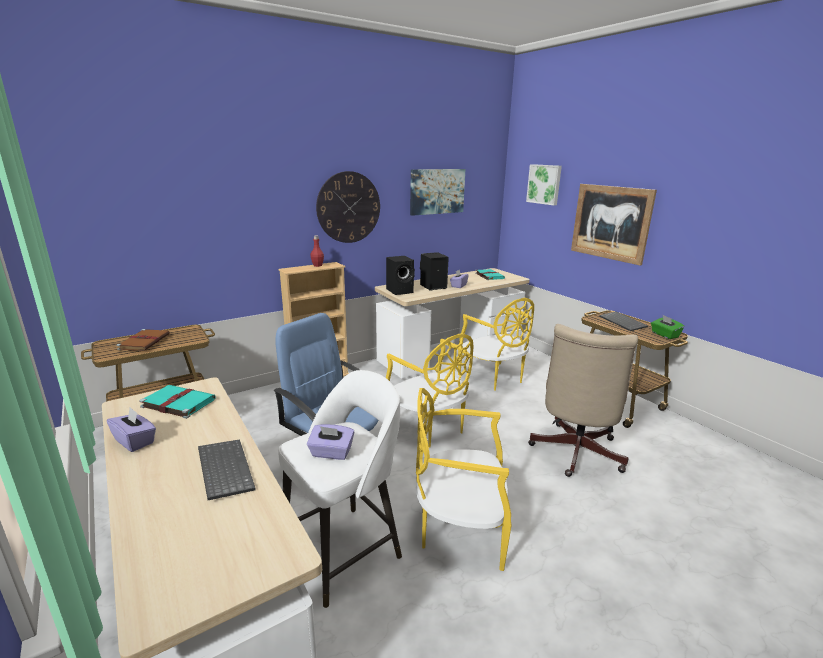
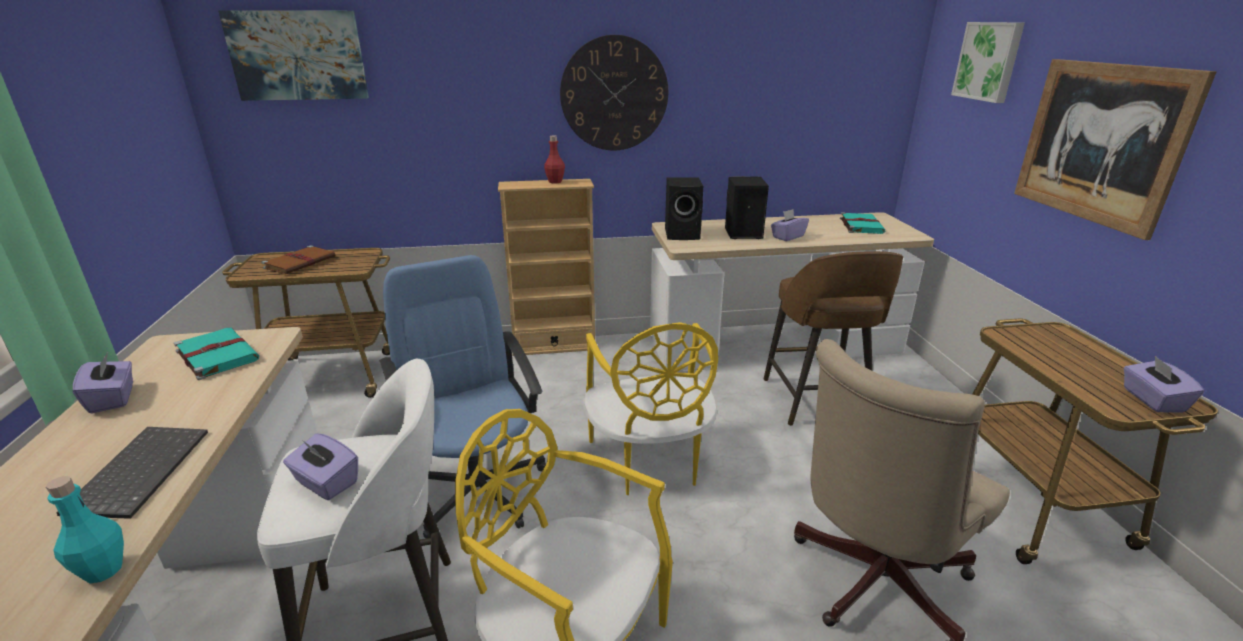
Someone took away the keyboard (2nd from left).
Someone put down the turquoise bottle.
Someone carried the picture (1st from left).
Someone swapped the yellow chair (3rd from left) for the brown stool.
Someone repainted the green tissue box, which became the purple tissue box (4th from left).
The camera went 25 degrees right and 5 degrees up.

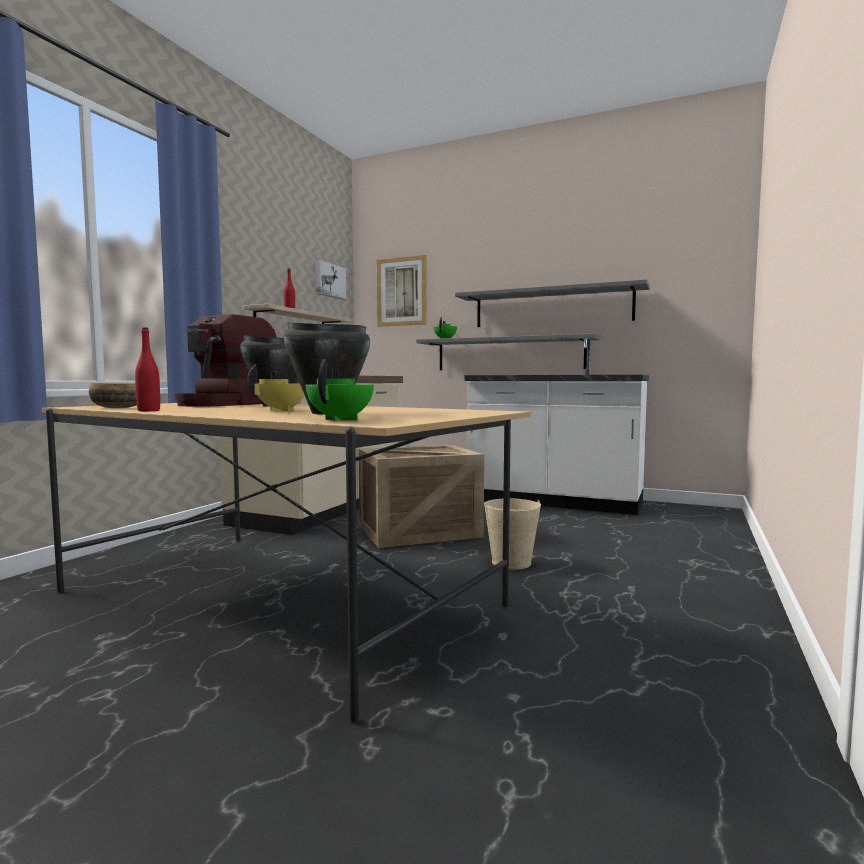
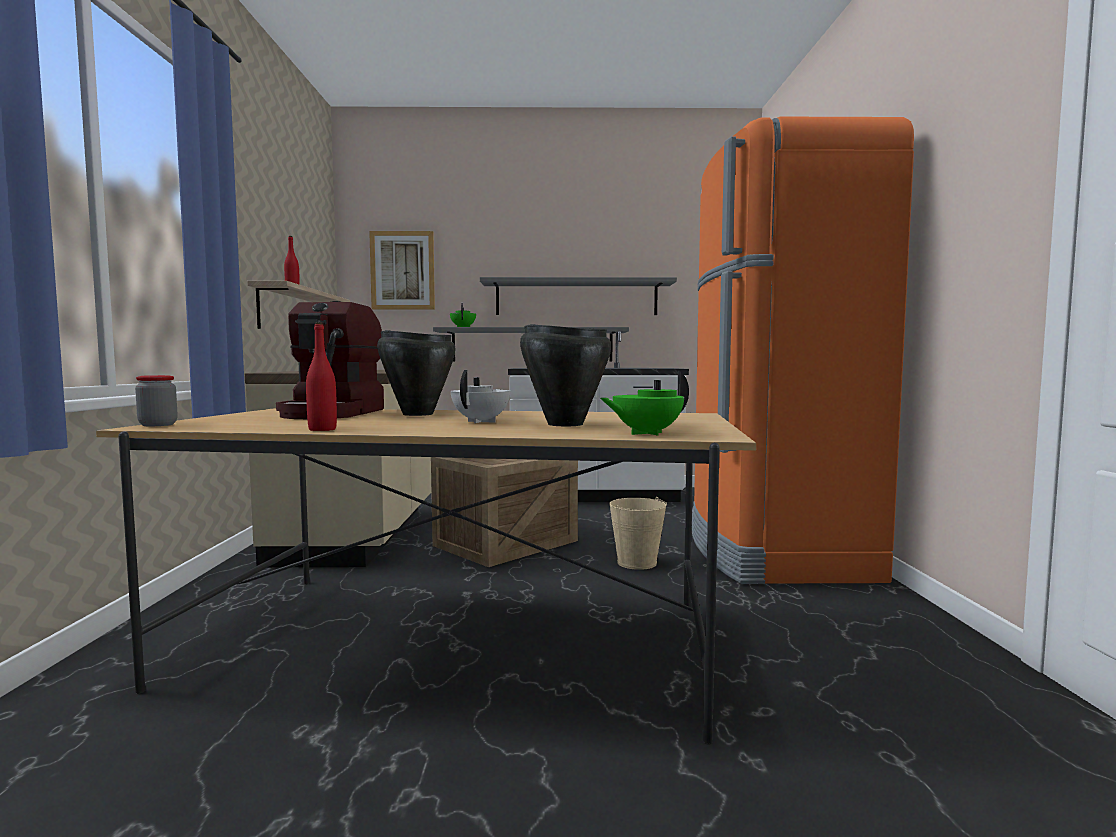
Someone took away the bowl.
Someone took away the picture (1st from left).
Someone put down the jar.
Someone put down the orange fridge.
Someone repainted the yellow teapot, which became the white teapot.
Someone rotated the green teapot (1st from left in the first image) by 105 degrees counterclockwise.
The camera went 25 degrees left and 0 degrees up.

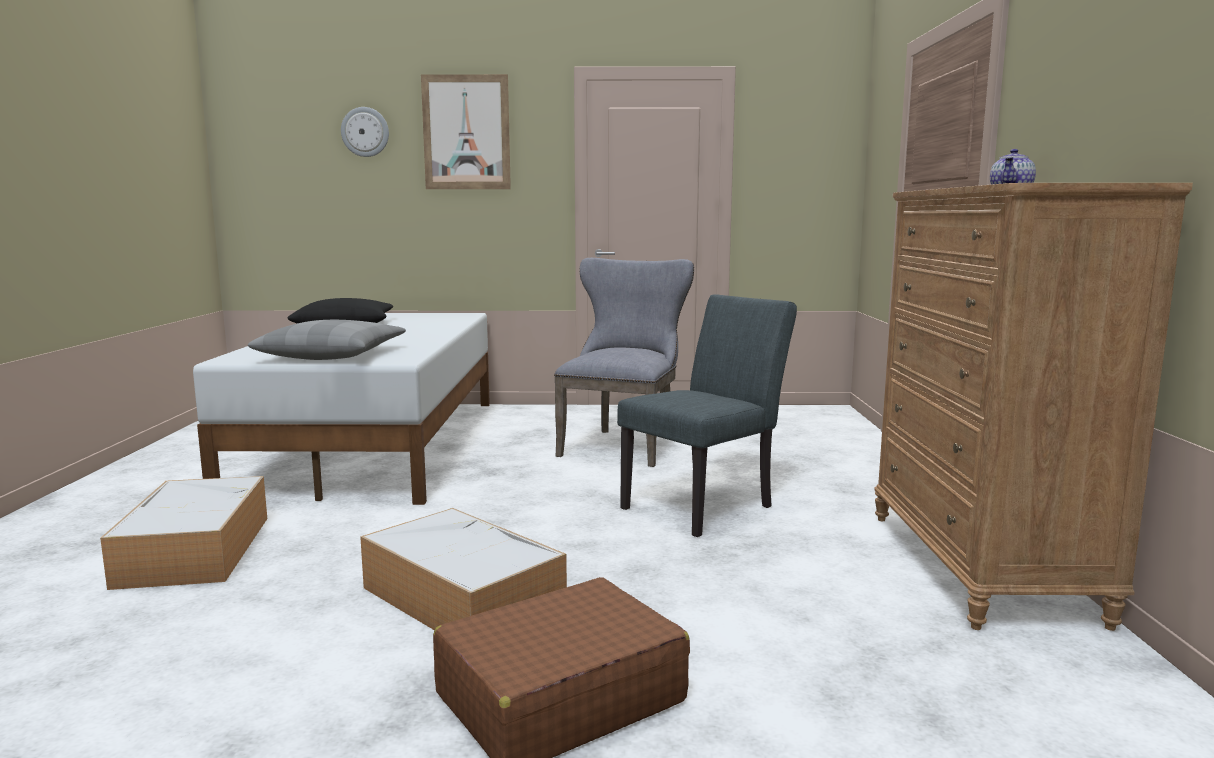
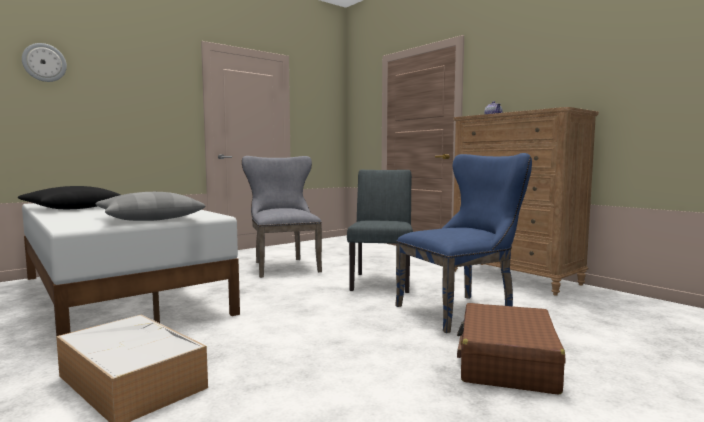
Someone took away the storage box (2nd from left).
Someone took away the picture.
Someone put down the blue chair.
The camera went 40 degrees left and 5 degrees down.

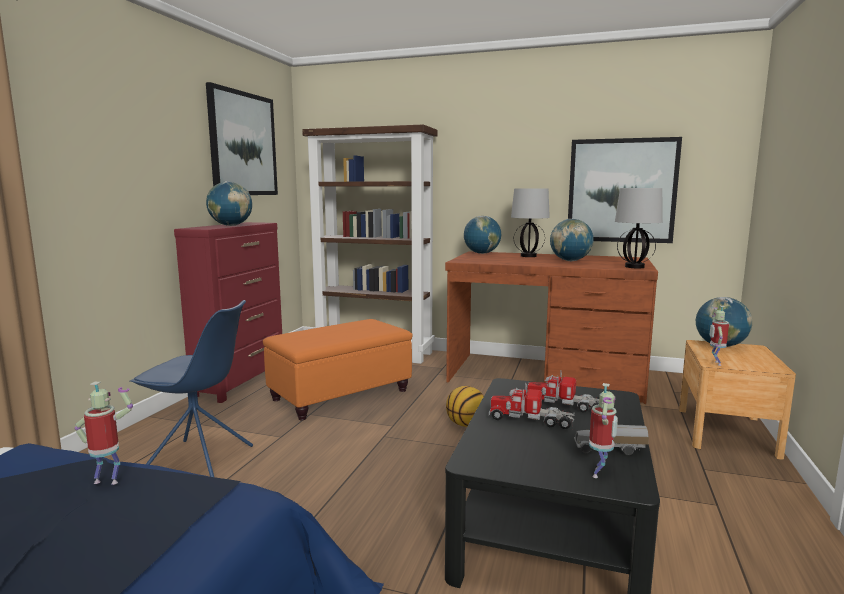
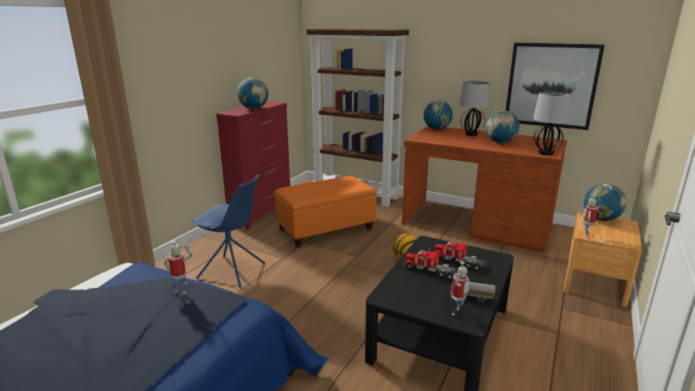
Someone took away the picture (1st from left).
The camera went 10 degrees right and 10 degrees up.

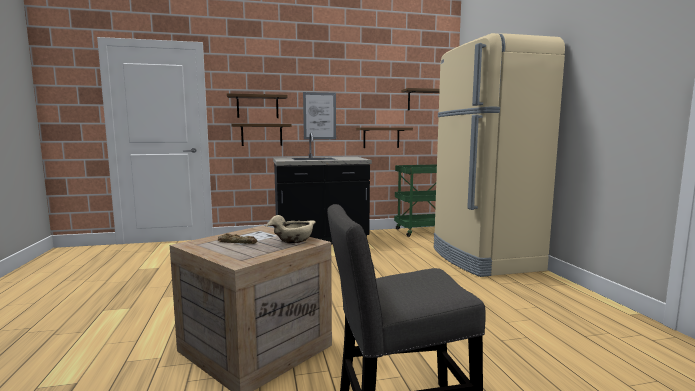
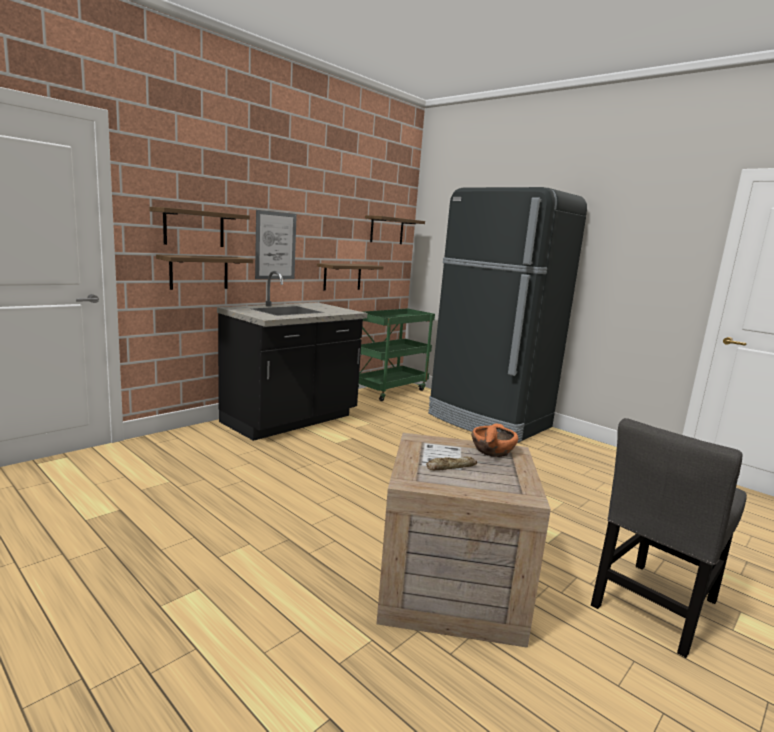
Someone repainted the beige bowl, which became the orange bowl.
Someone repainted the beige fridge, which became the black fridge.
The camera went 35 degrees left and 5 degrees up.

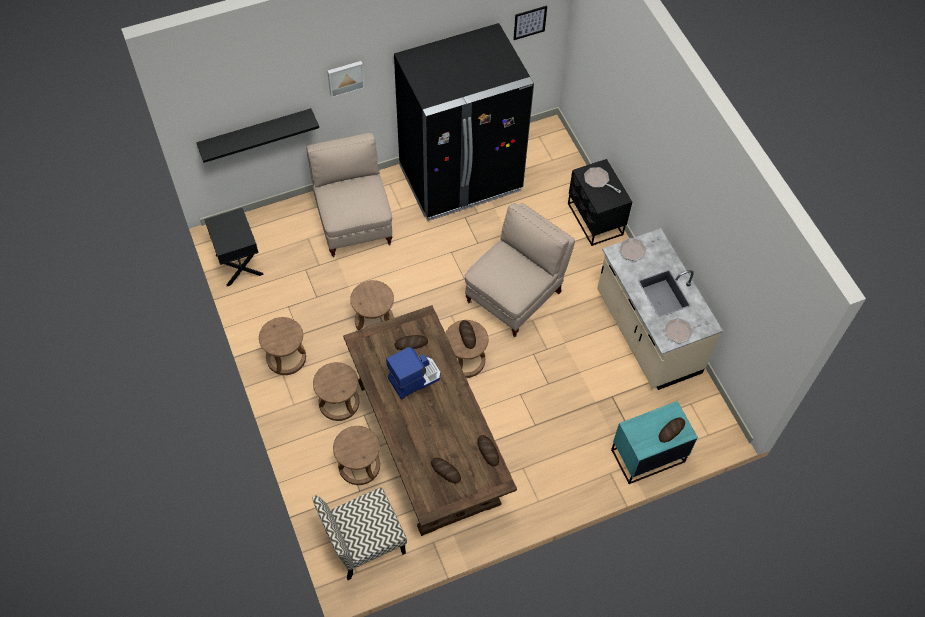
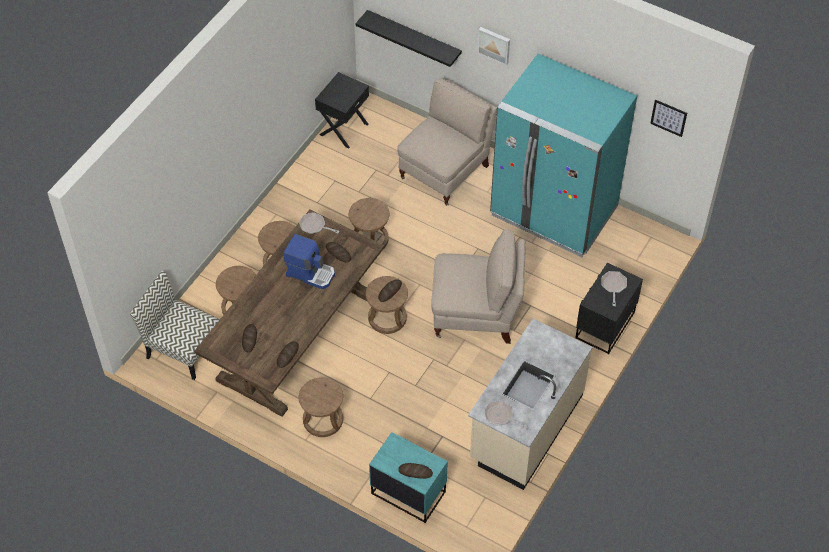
Someone carried the brown stool (1st from left in the first image).
Someone carried the frying pan (2nd from left in the first image).
Someone repainted the black fridge, which became the turquoise fridge.
The camera went 55 degrees right and 5 degrees down.

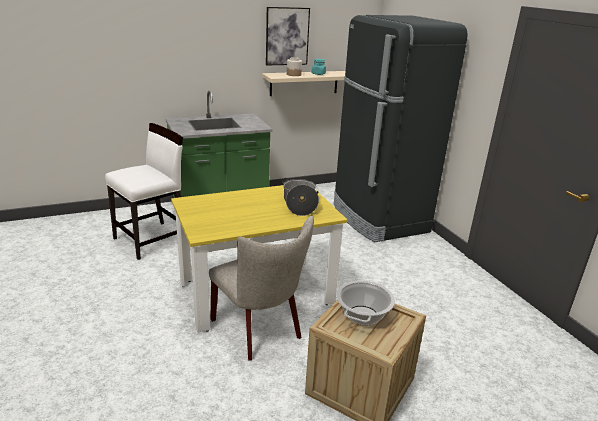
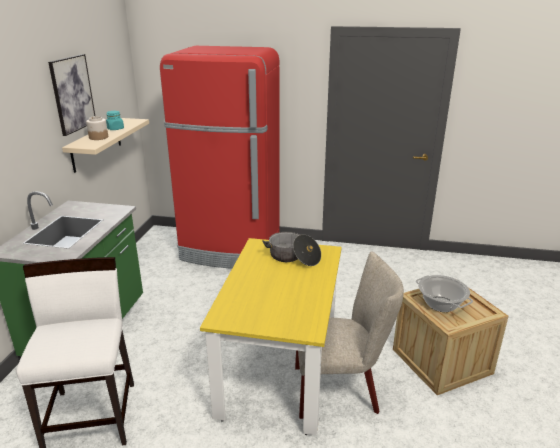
Someone repainted the black fridge, which became the red fridge.
The camera went 55 degrees left and 0 degrees up.

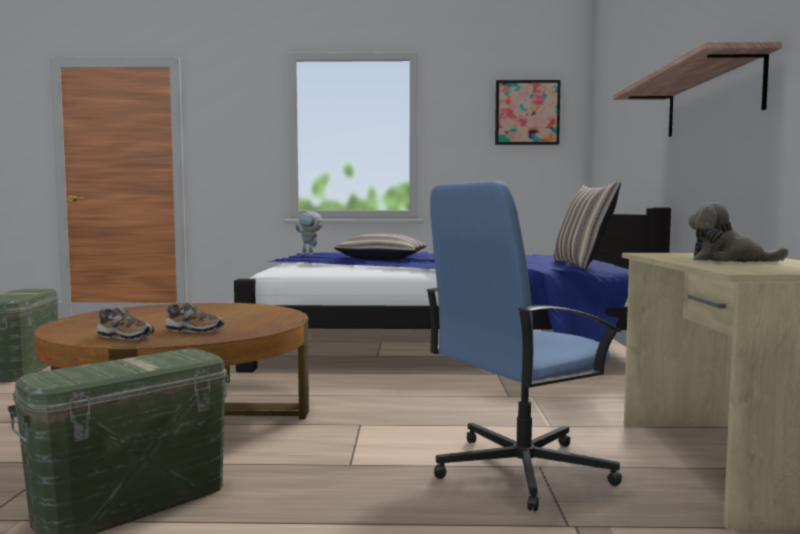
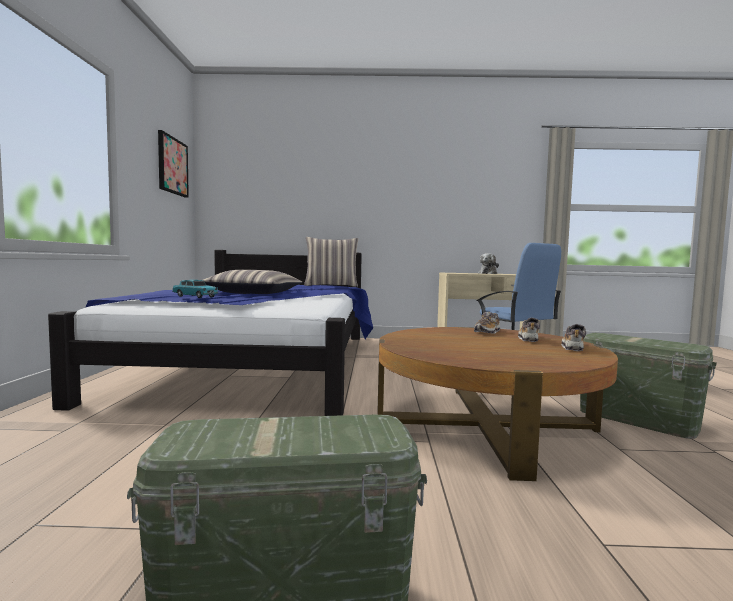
Someone took away the shelf.
Someone put down the shoe (1st from left).
Someone swapped the toy robot for the turquoise toy car.
The camera went 90 degrees left and 0 degrees up.

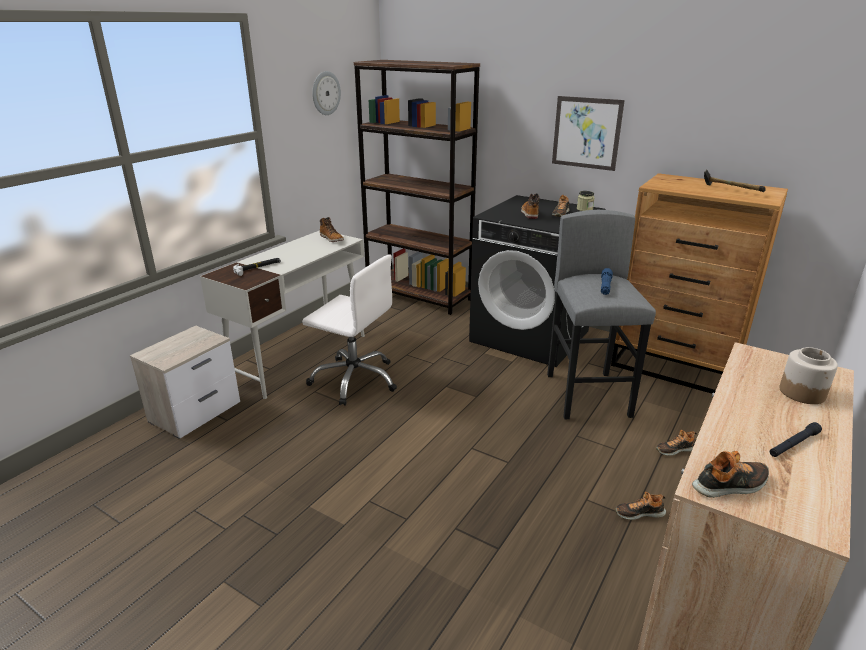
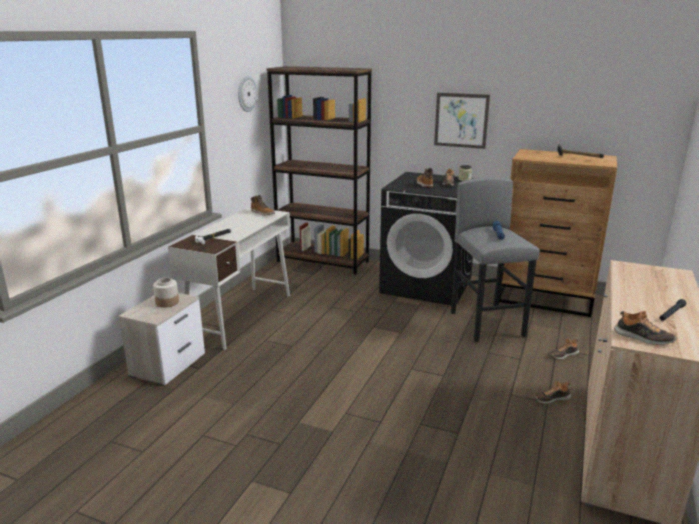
Someone took away the white office chair.
Someone carried the jar (2nd from left in the first image).
Someone rotated the shoe (4th from left) by 60 degrees clockwise.
The camera went 10 degrees left and 5 degrees down.

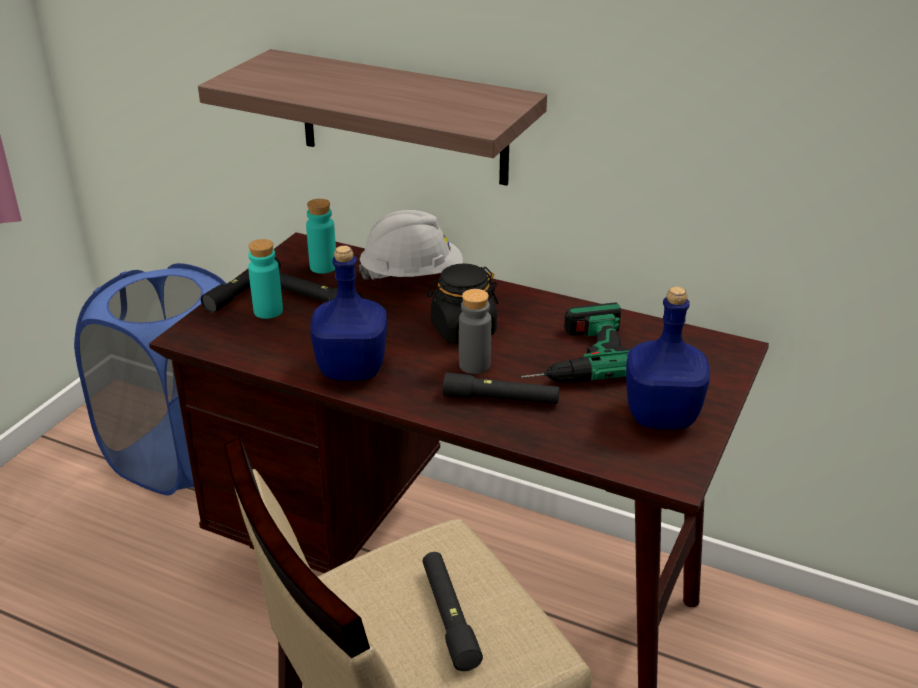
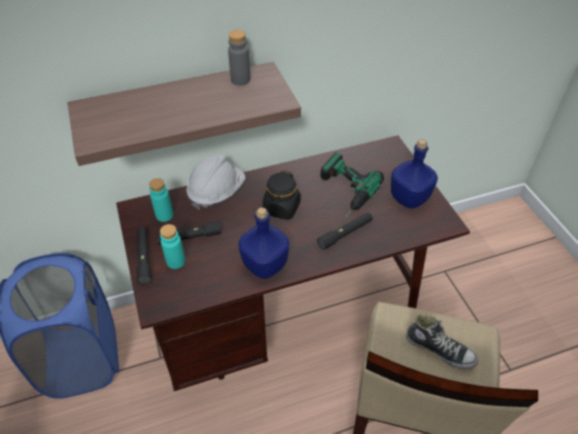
Someone carried the grey bottle.
Someone swapped the black flashlight (3rd from left) for the shoe.
The camera went 45 degrees left and 15 degrees up.

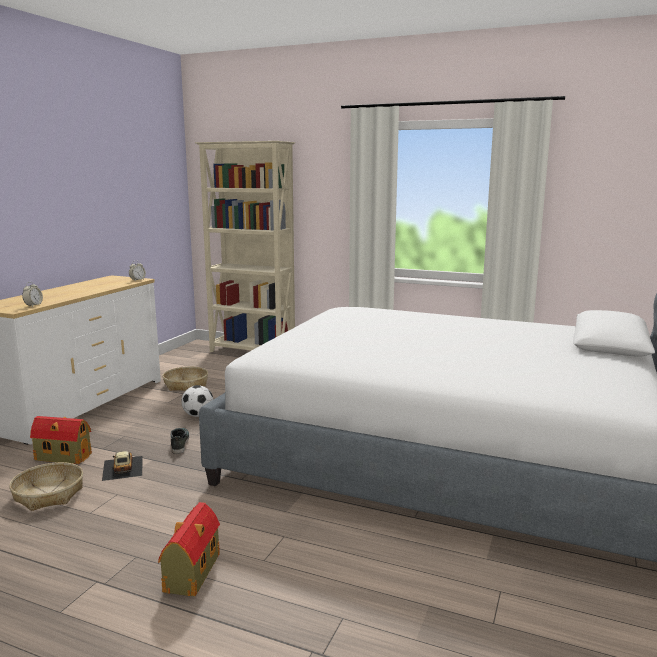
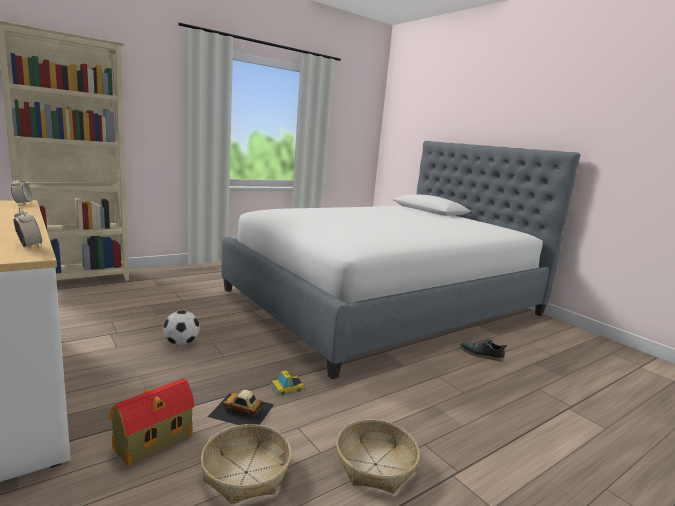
Someone took away the toy house (2nd from left).
Someone put down the toy car (2nd from left).
Someone carried the basket (2nd from left).
Someone carried the shoe.
The camera went 60 degrees left and 0 degrees up.

